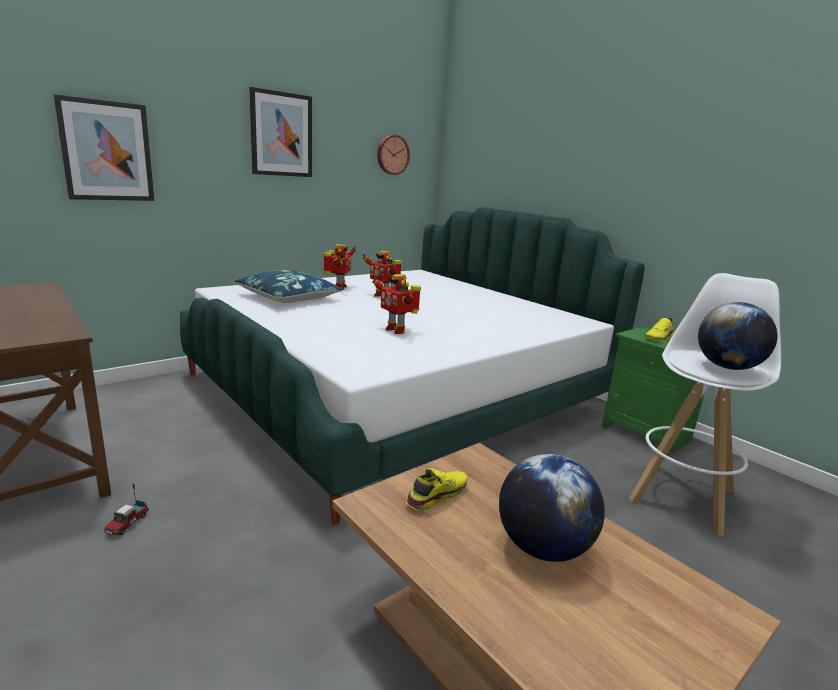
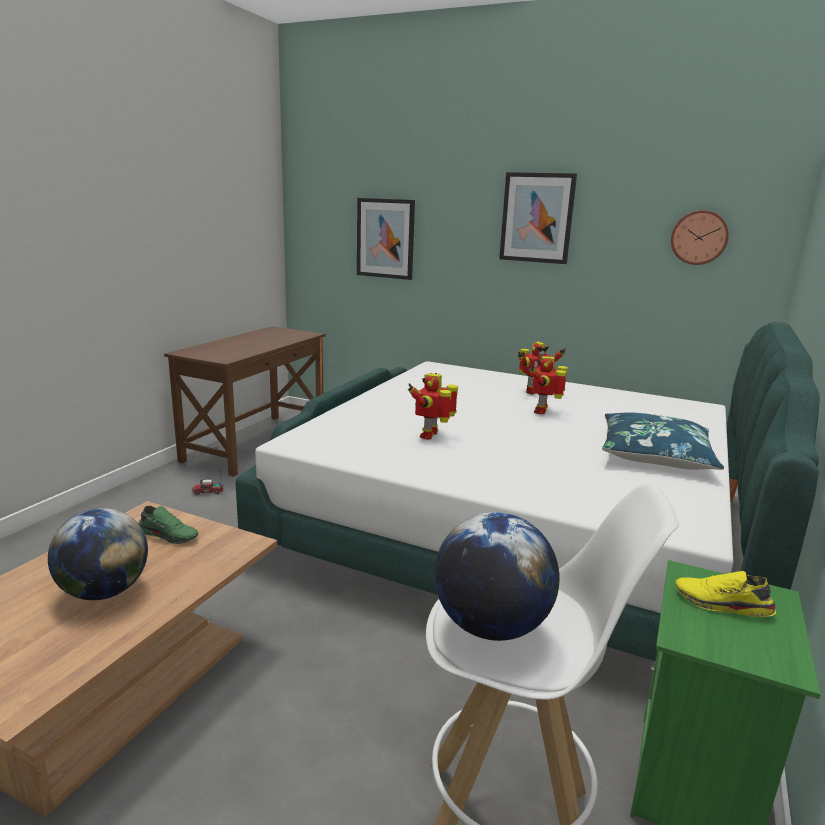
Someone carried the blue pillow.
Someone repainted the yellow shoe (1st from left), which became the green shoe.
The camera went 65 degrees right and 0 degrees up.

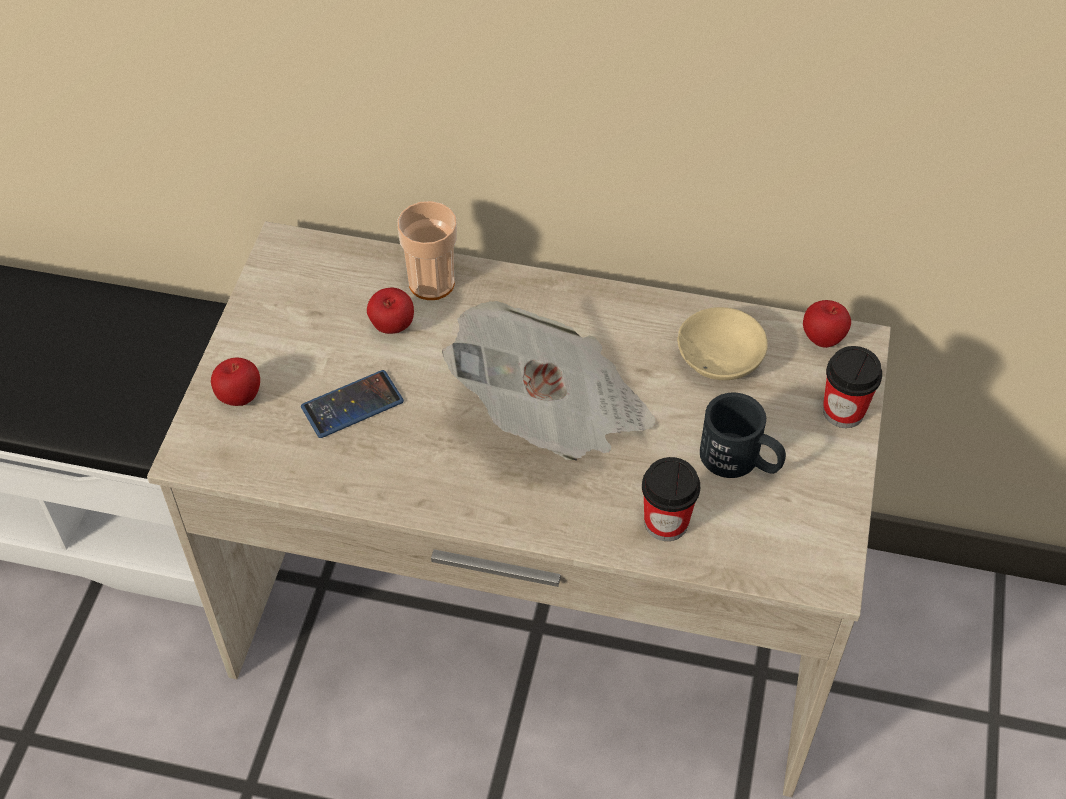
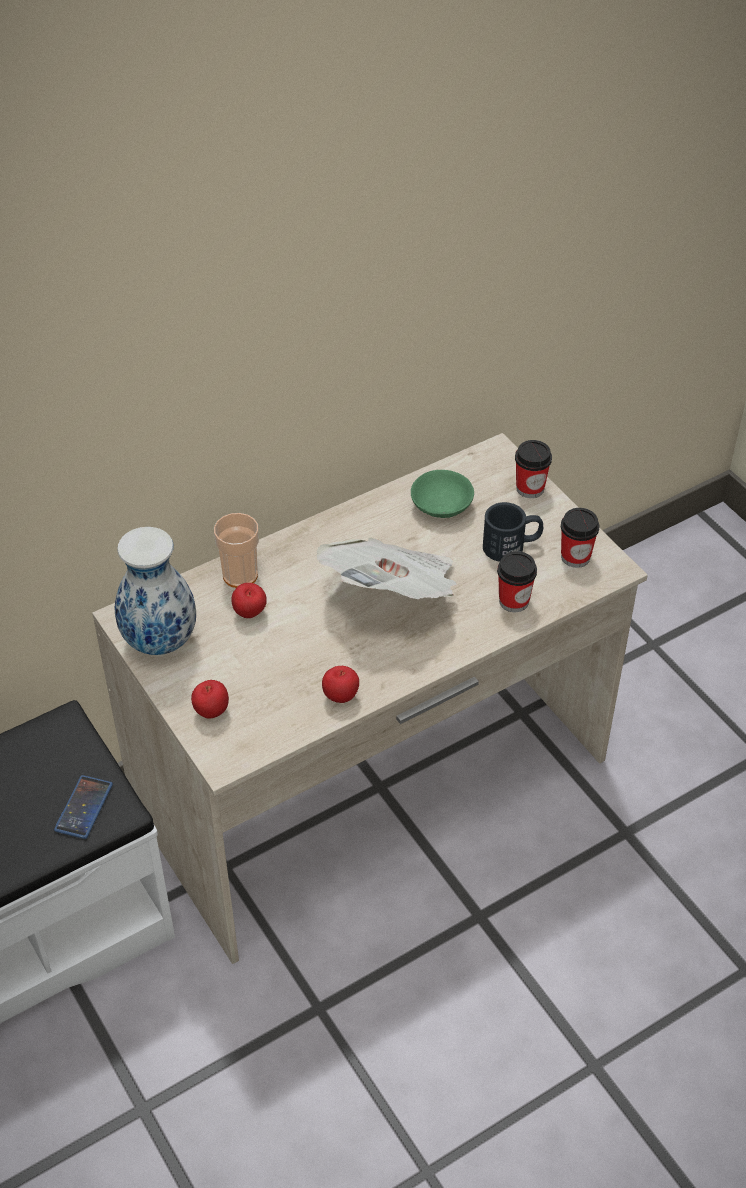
Someone put down the vase.
Someone put down the cup (4th from left).
Someone carried the phone.
Someone carried the apple (3rd from left).
Someone repainted the beige bowl, which became the green bowl.
The camera went 45 degrees left and 5 degrees down.

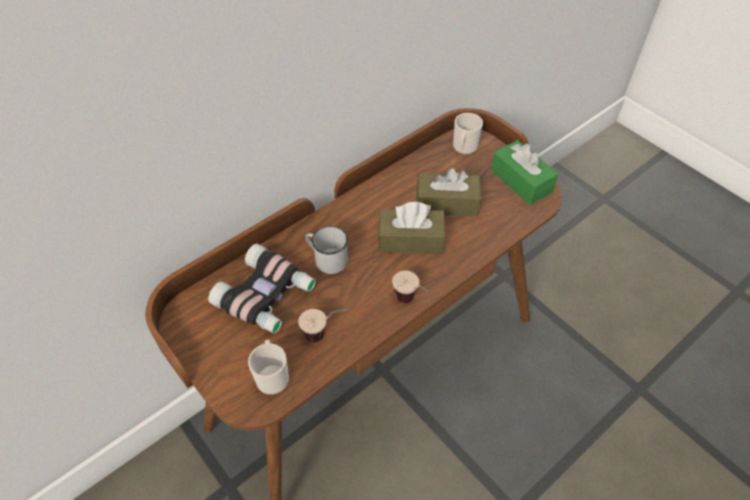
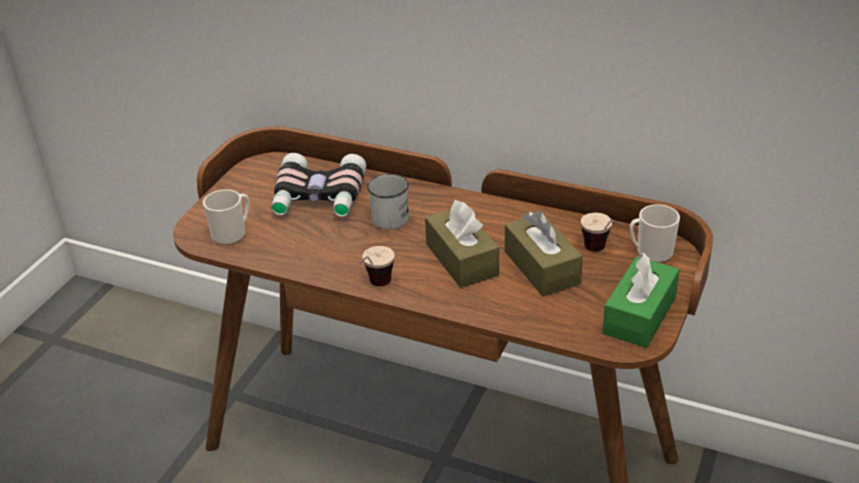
Someone carried the cup (1st from left in the first image).
The camera went 65 degrees right and 15 degrees down.

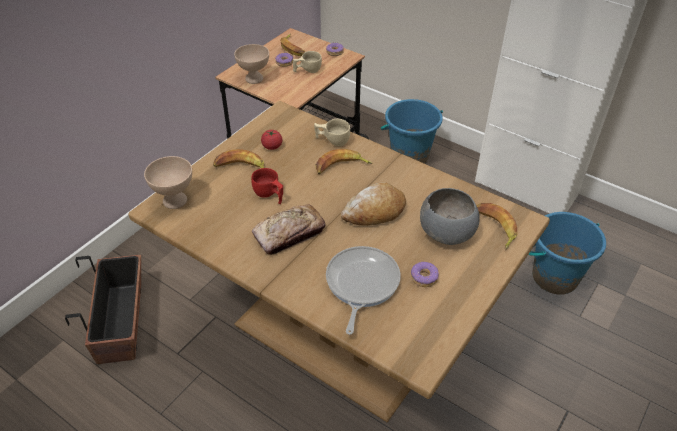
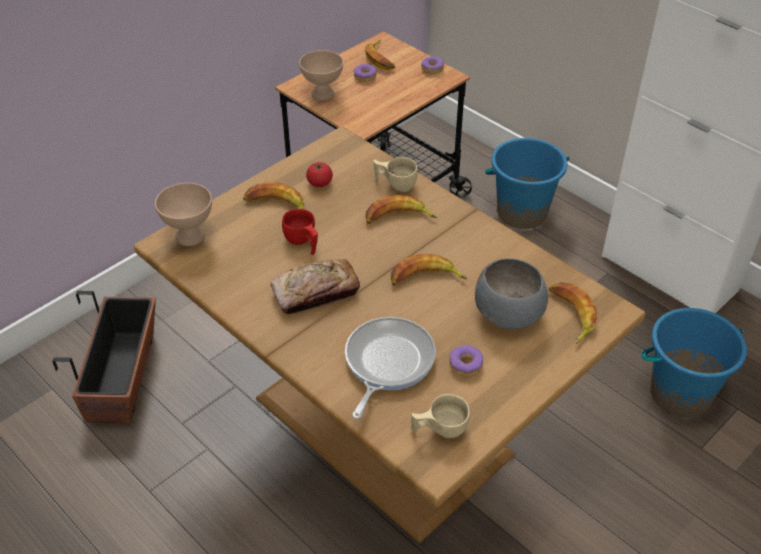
Someone carried the beige cup (1st from left in the first image).
Someone swapped the bread (2nd from left) for the banana (4th from left).
The camera went 10 degrees right and 0 degrees up.

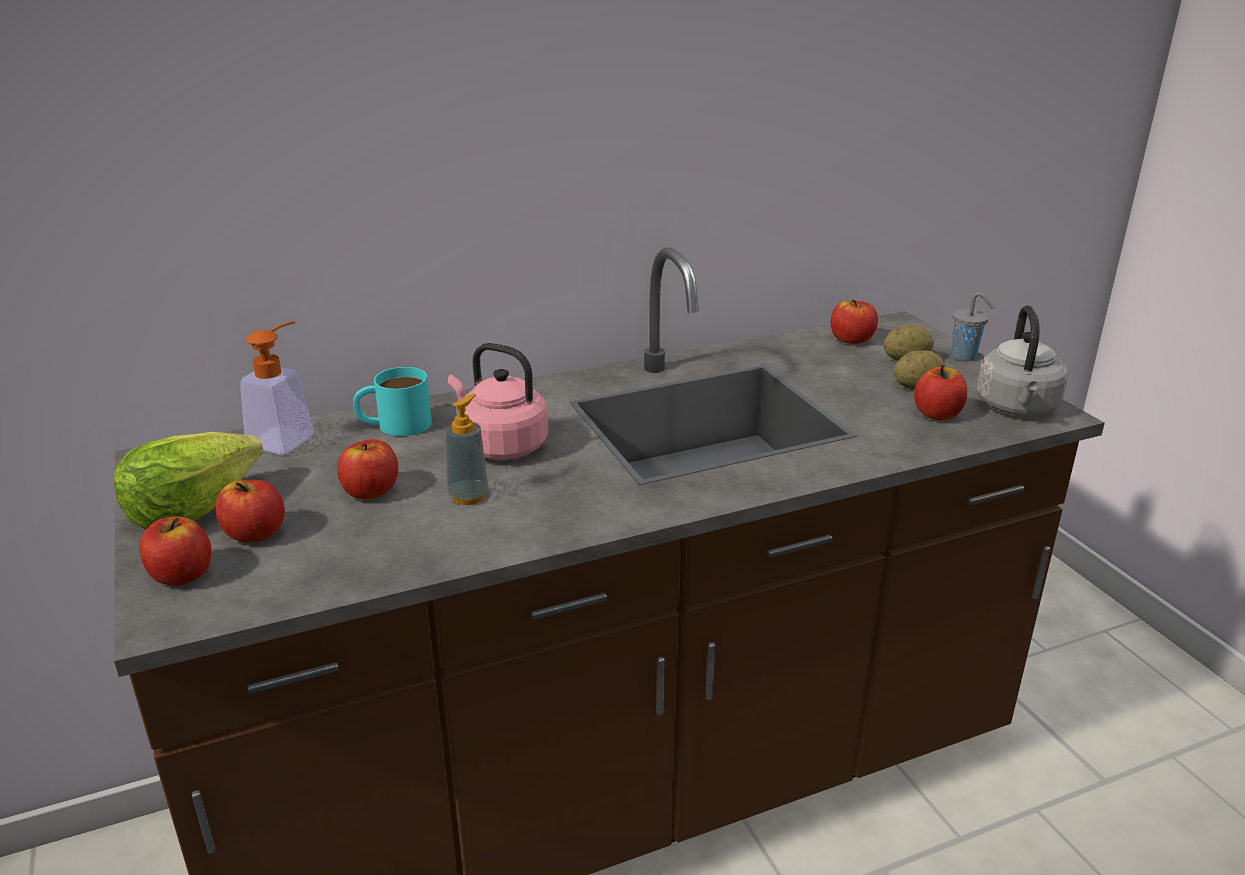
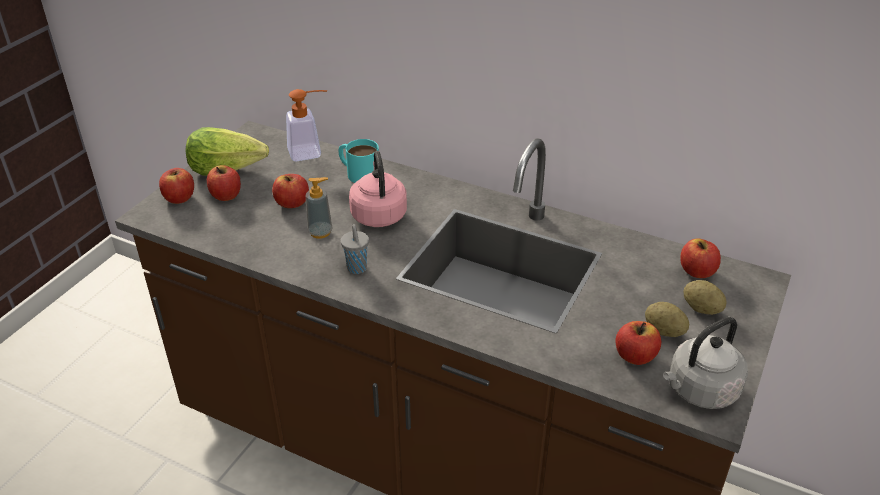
Someone carried the grey cup.
The camera went 50 degrees right and 10 degrees up.

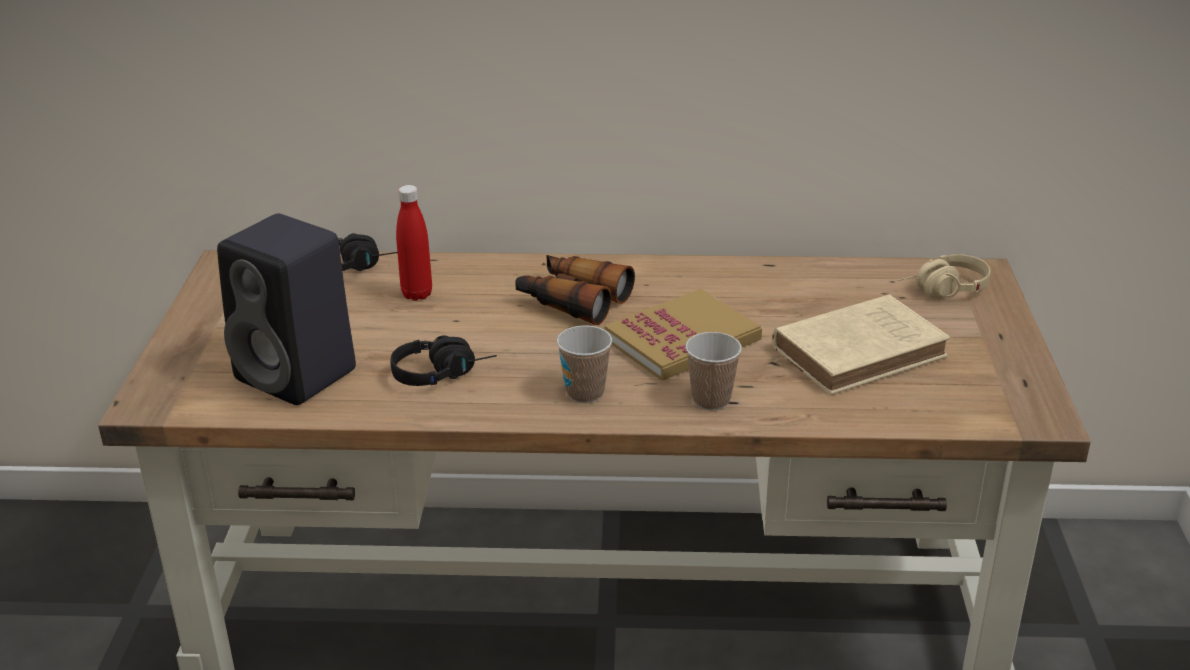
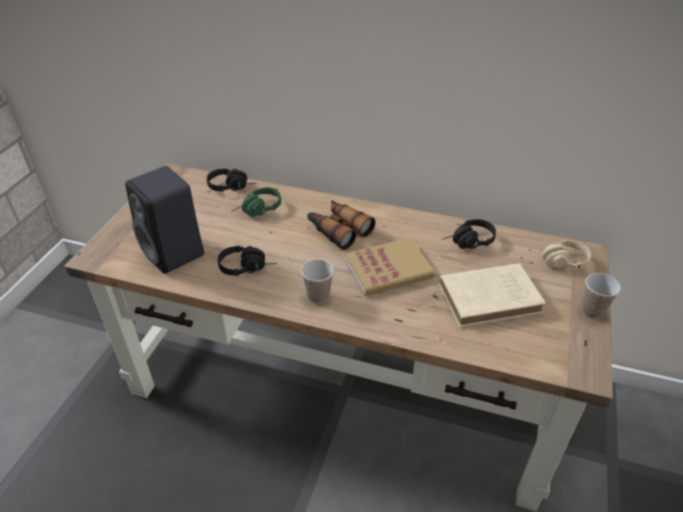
Someone put down the black headphones (3rd from left).
Someone carried the cup (2nd from left).
Someone swapped the red bottle for the green headphones.
The camera went 15 degrees right and 10 degrees up.

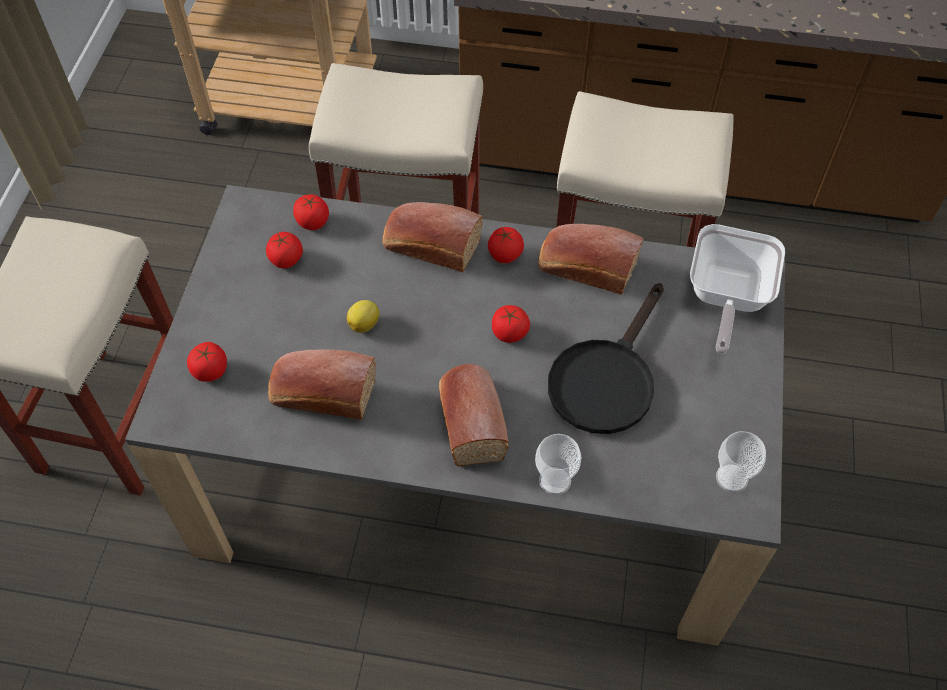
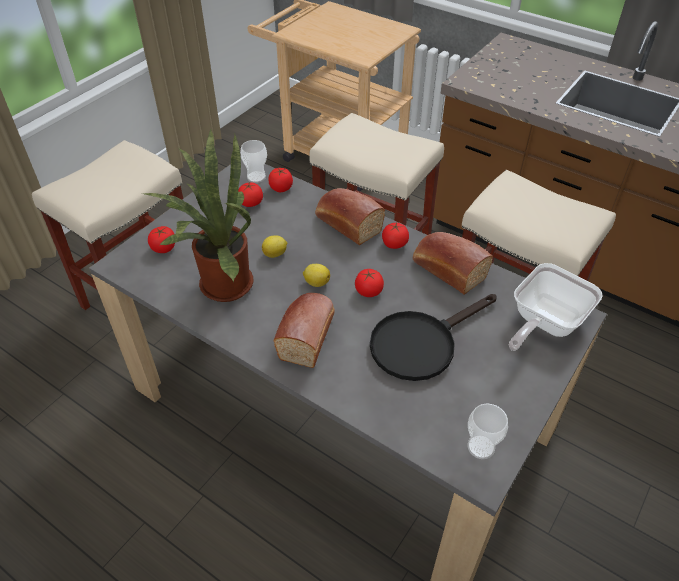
Someone put down the lemon (2nd from left).
Someone carried the cup (1st from left).
Someone swapped the bread (1st from left) for the potted plant.
The camera went 25 degrees right and 10 degrees down.

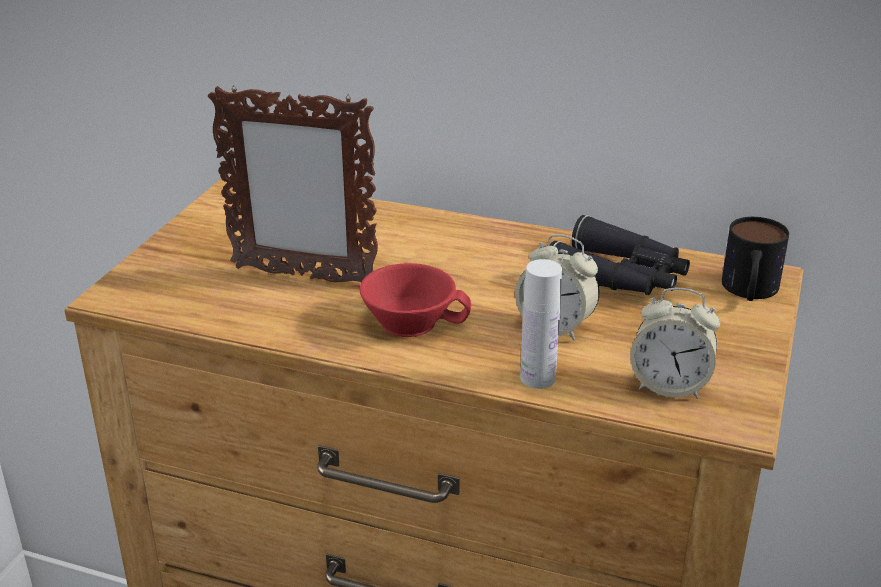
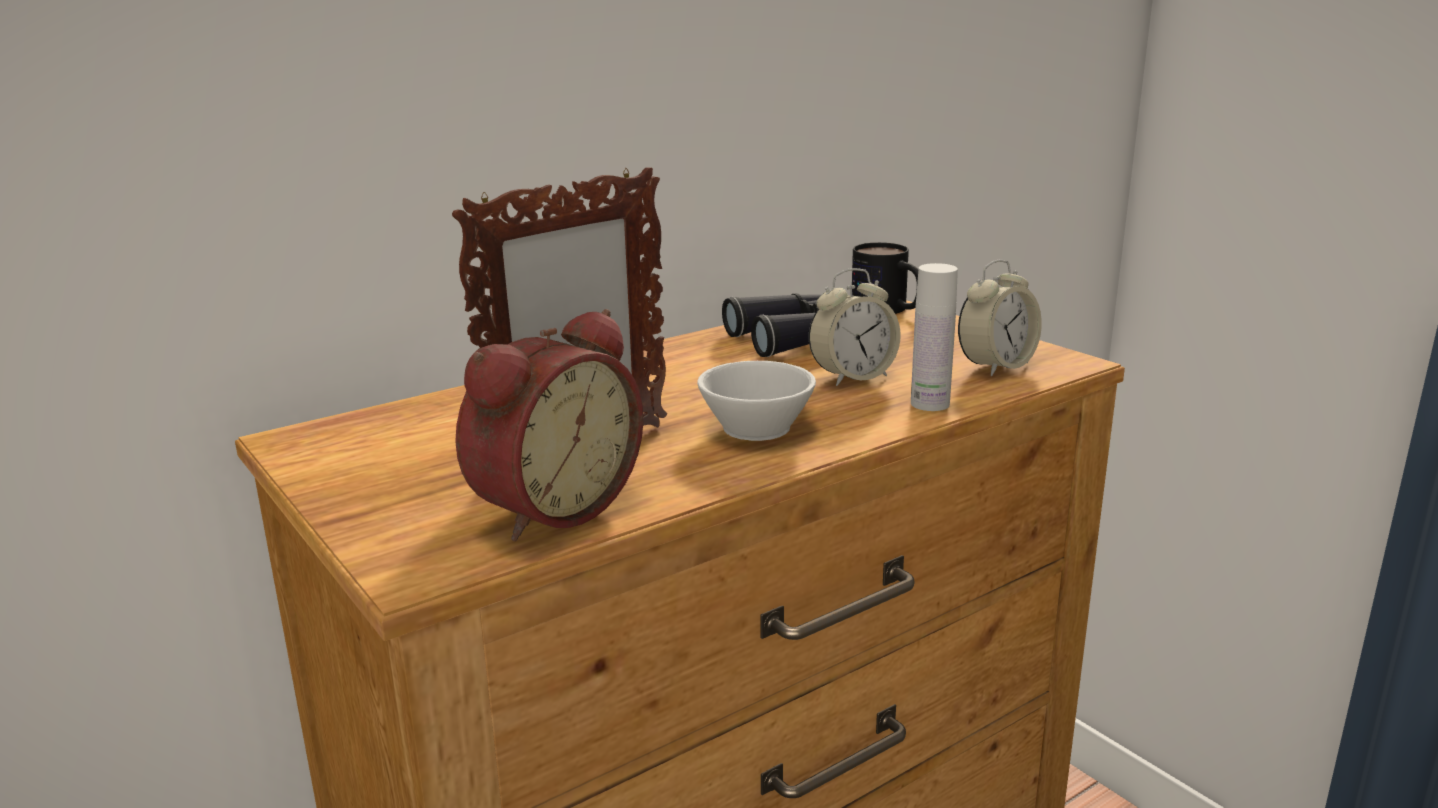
Someone put down the alarm clock (1st from left).
Someone repainted the red cup, which became the white cup.
The camera went 55 degrees left and 10 degrees down.

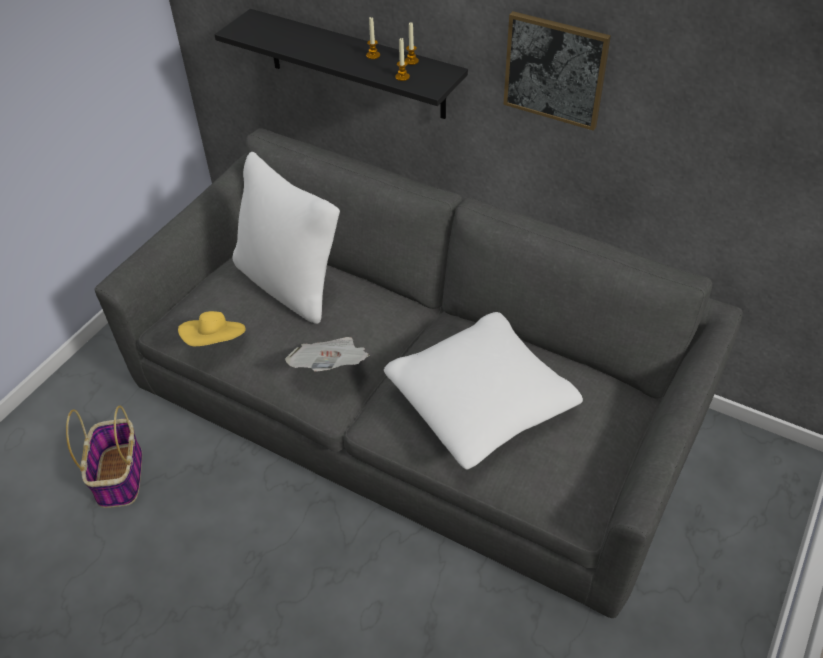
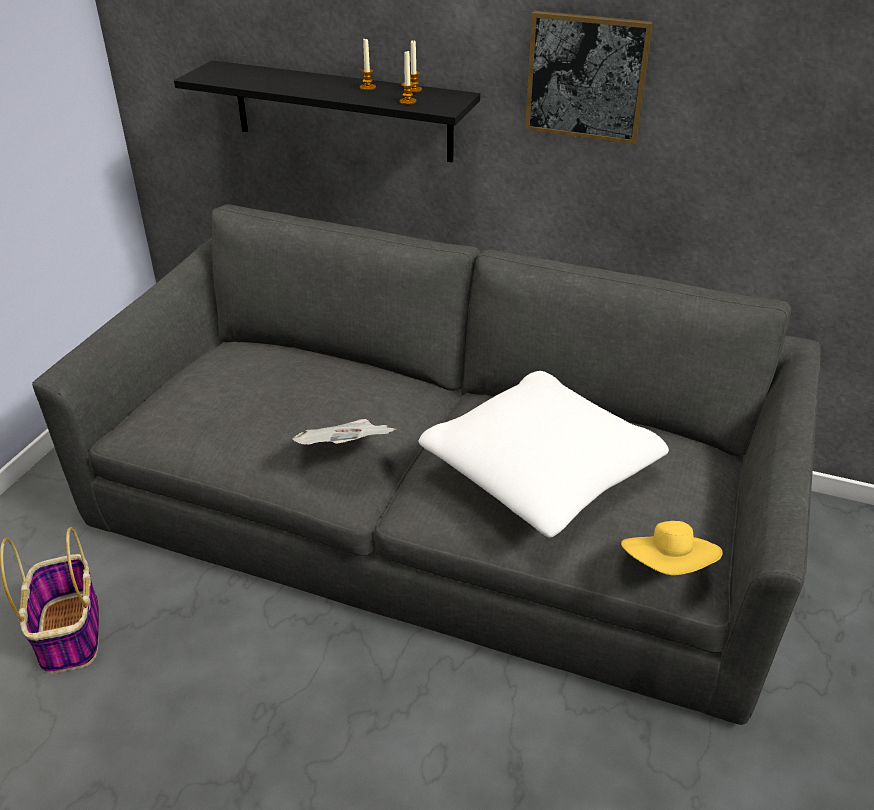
Someone took away the white pillow (1st from left).
Someone carried the yellow hat.
The camera went 10 degrees left and 10 degrees down.

